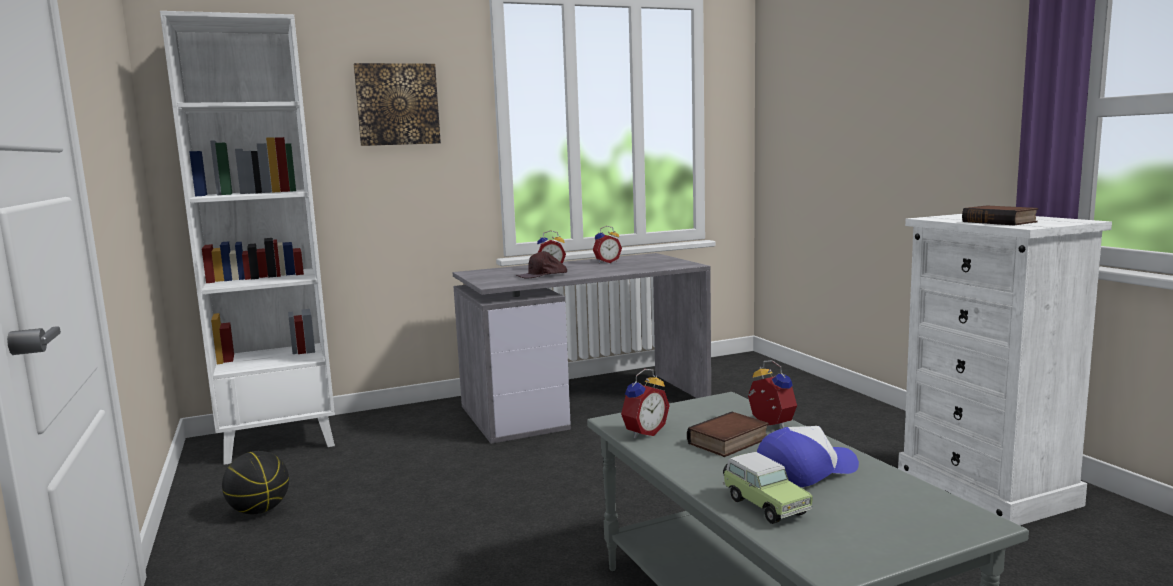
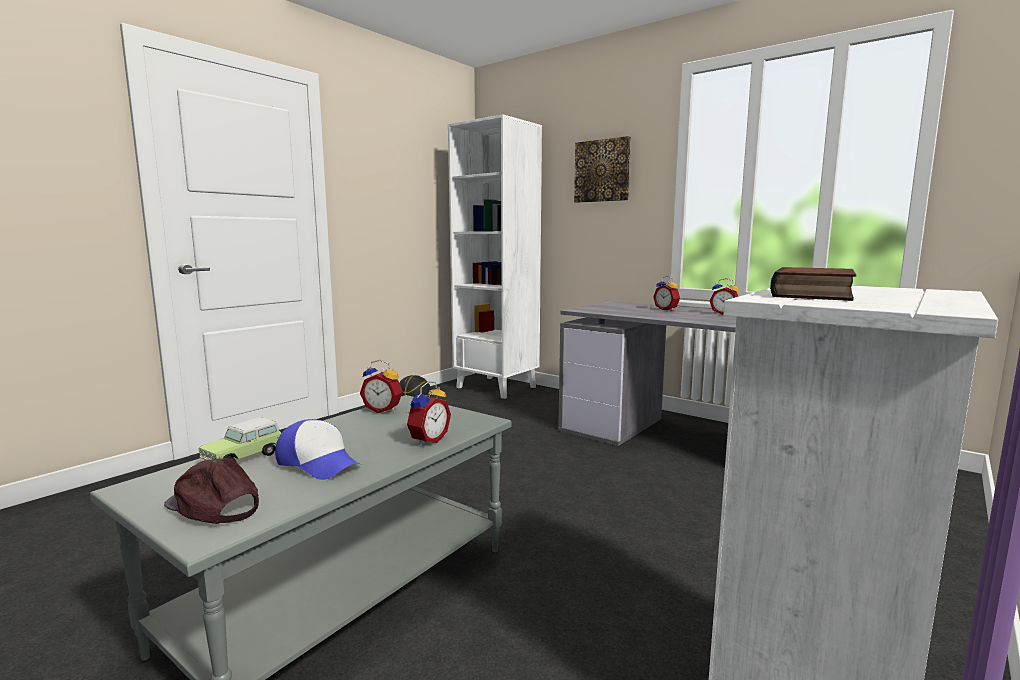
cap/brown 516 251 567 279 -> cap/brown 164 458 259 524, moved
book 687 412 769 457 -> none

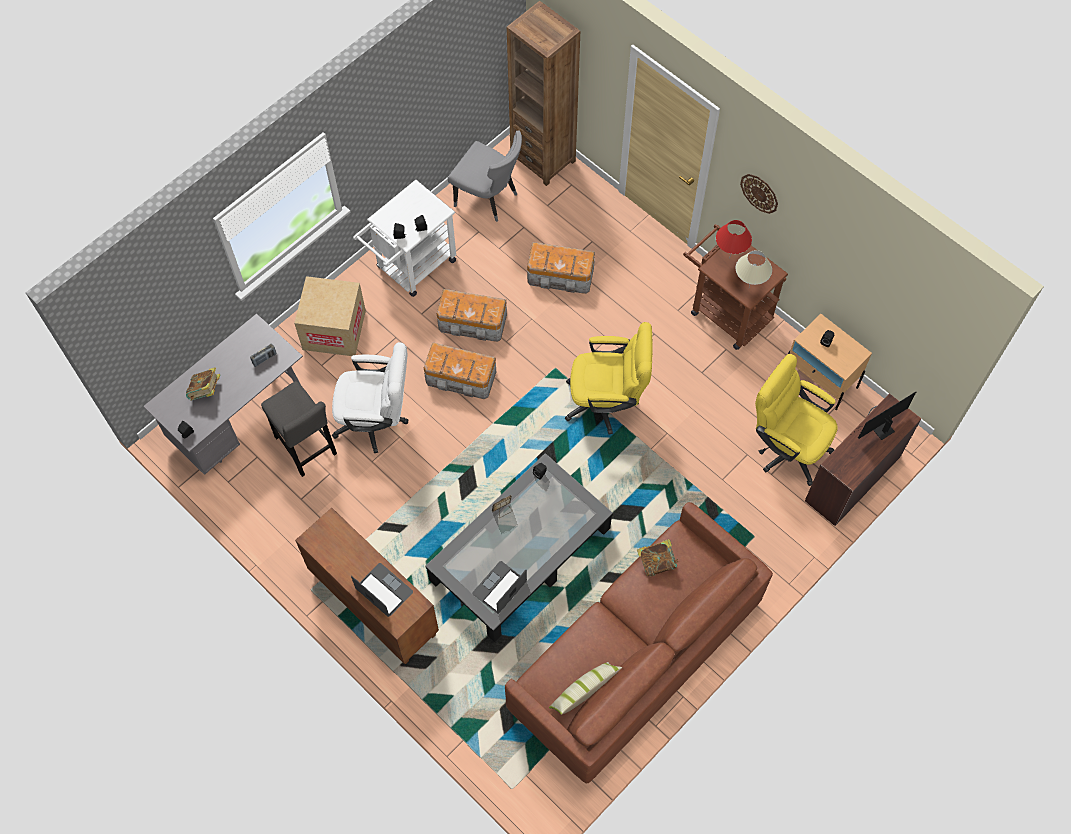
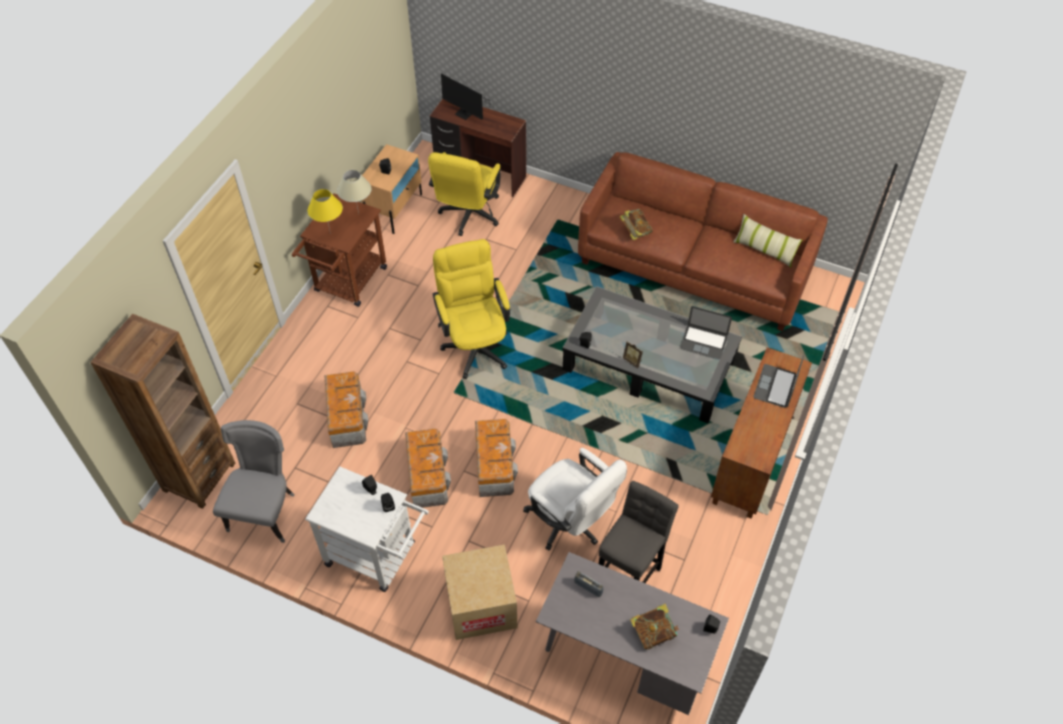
table lamp/red 716 220 752 259 -> table lamp/yellow 308 189 343 234
office chair/white 332 342 408 453 -> office chair/white 523 448 627 551, 150 degrees clockwise
wall clock 740 174 778 214 -> none

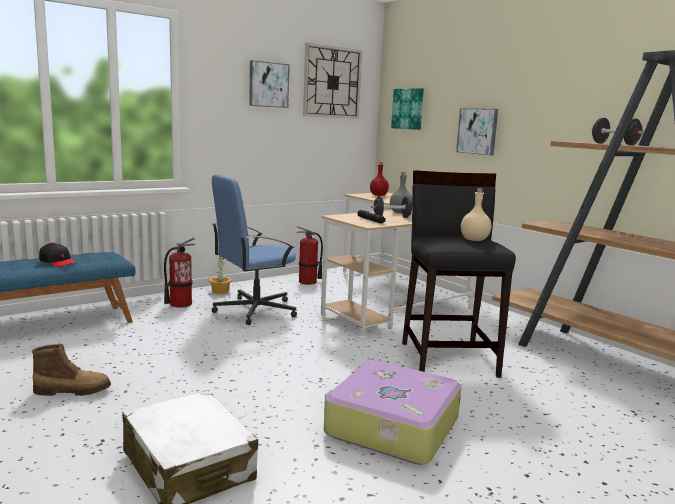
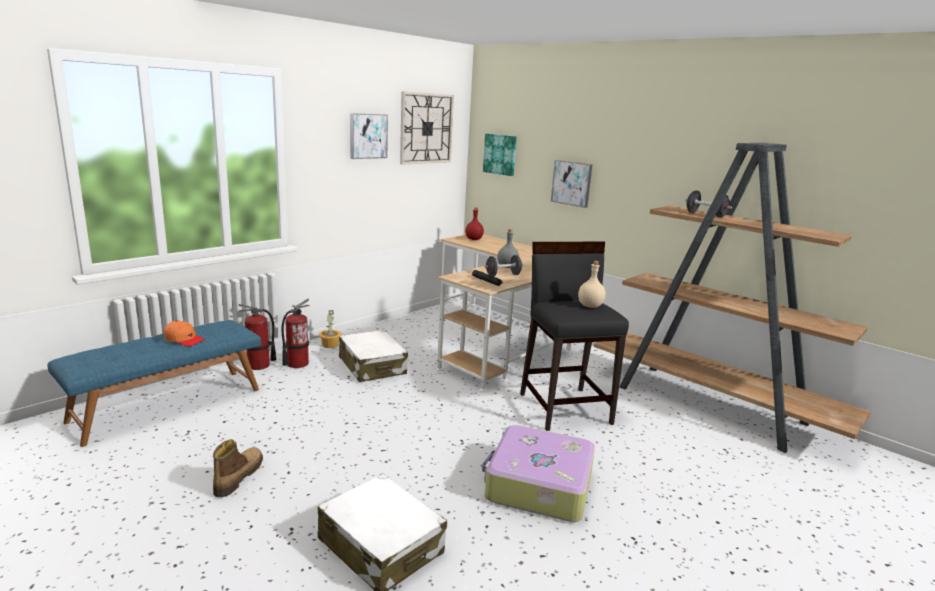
cap/black 39 242 77 267 -> cap/orange 164 320 204 346
boot 32 344 111 396 -> boot 213 439 263 497, 60 degrees counterclockwise
fire extinguisher 296 226 323 285 -> fire extinguisher 238 304 276 370, moved
office chair/blue 212 174 297 325 -> suitcase/white 339 330 408 382

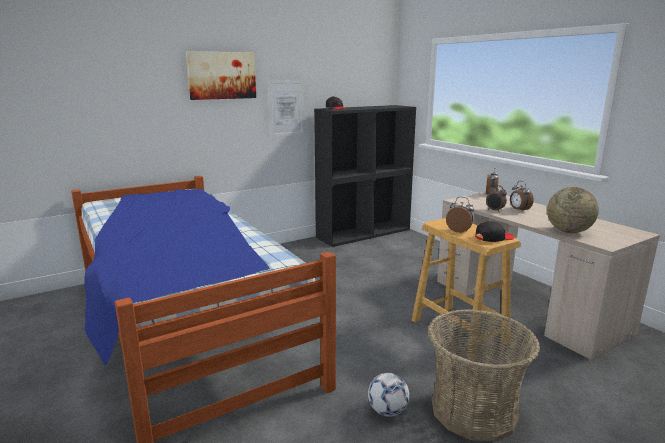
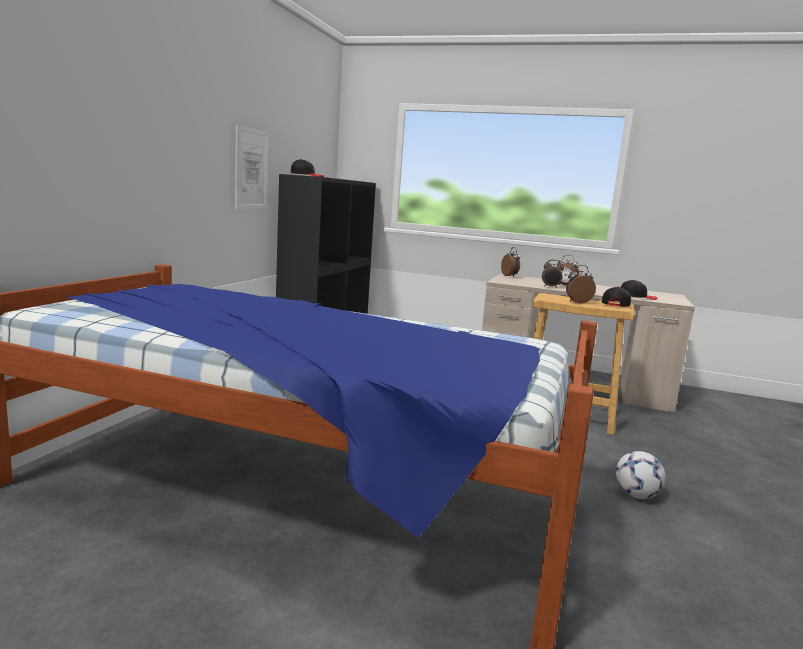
globe 547 187 599 233 -> cap/black 621 280 658 300
picture 186 51 256 100 -> none
basket 428 309 540 442 -> none

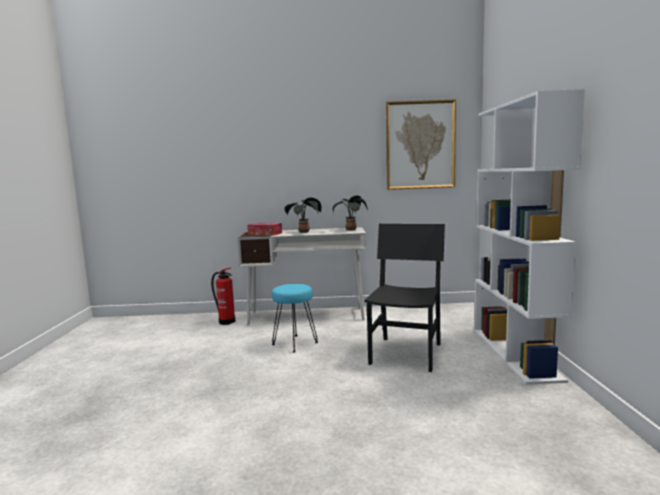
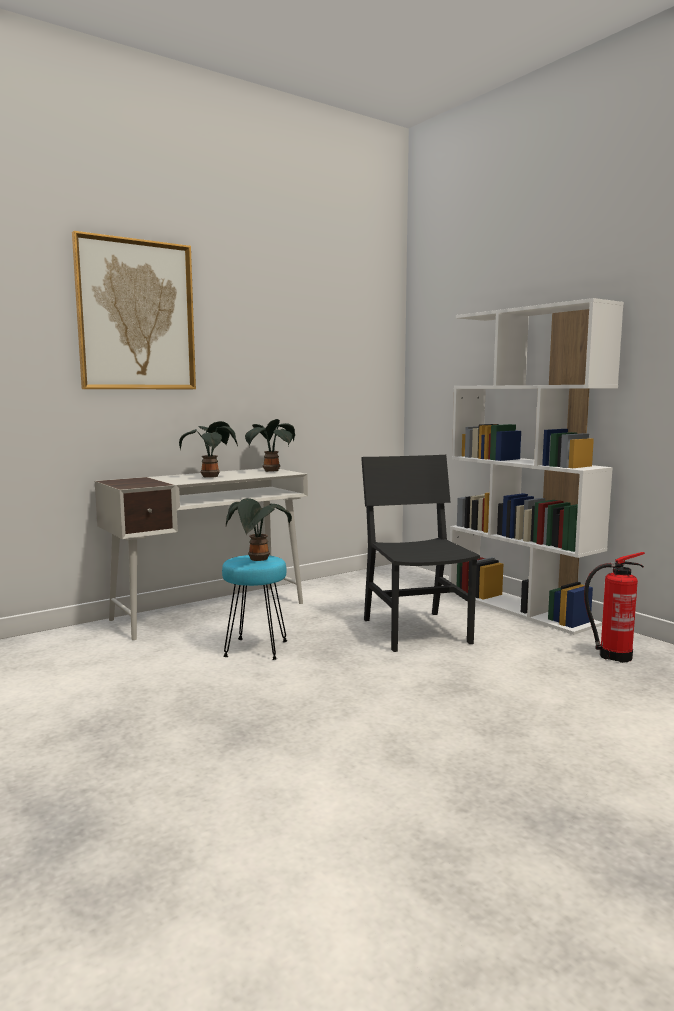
picture 386 99 456 190 -> picture 72 231 196 389, moved
none -> potted plant 226 498 292 561
fire extinguisher 211 267 235 325 -> fire extinguisher 584 552 645 663, moved
tissue box 247 223 282 235 -> none

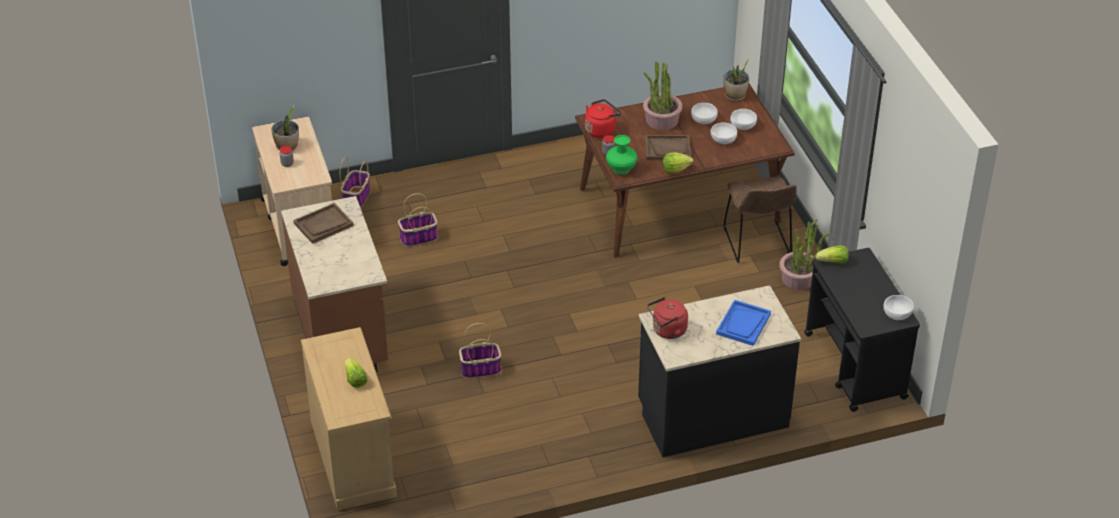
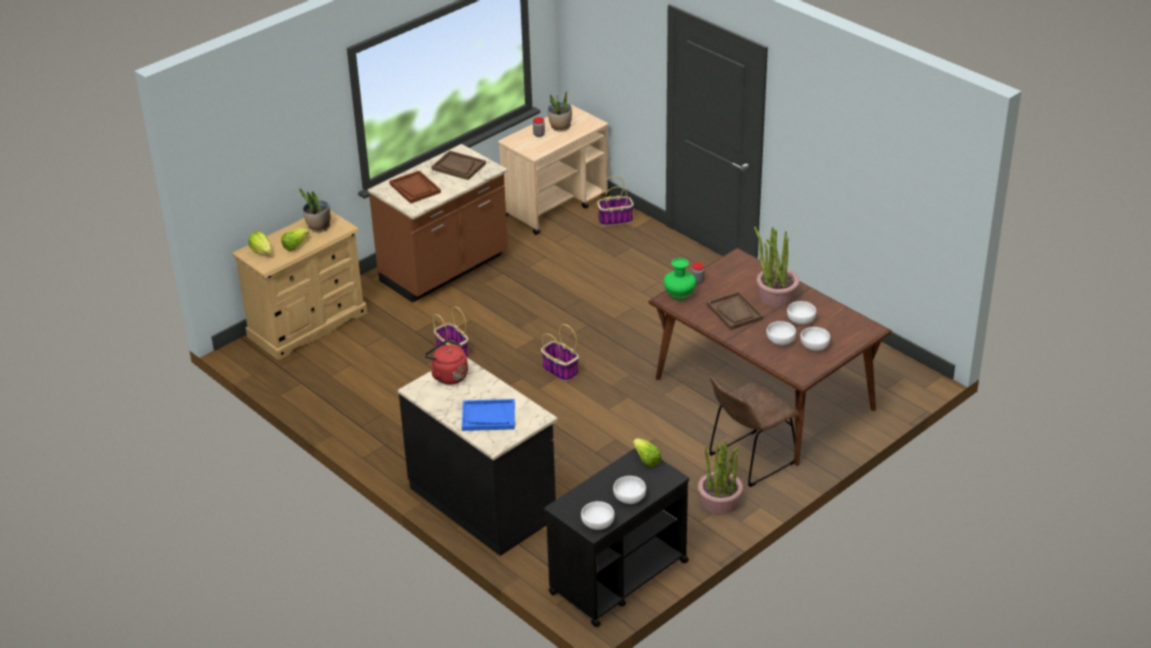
lettuce 663 152 693 173 -> lettuce 248 231 271 255, moved
potted plant 723 59 750 101 -> potted plant 299 189 330 232, moved
none -> tray/brown 389 170 441 204
basket 398 193 437 247 -> basket 541 324 579 381, moved
none -> bowl/white 613 476 646 504
kettle/red 585 99 622 138 -> none

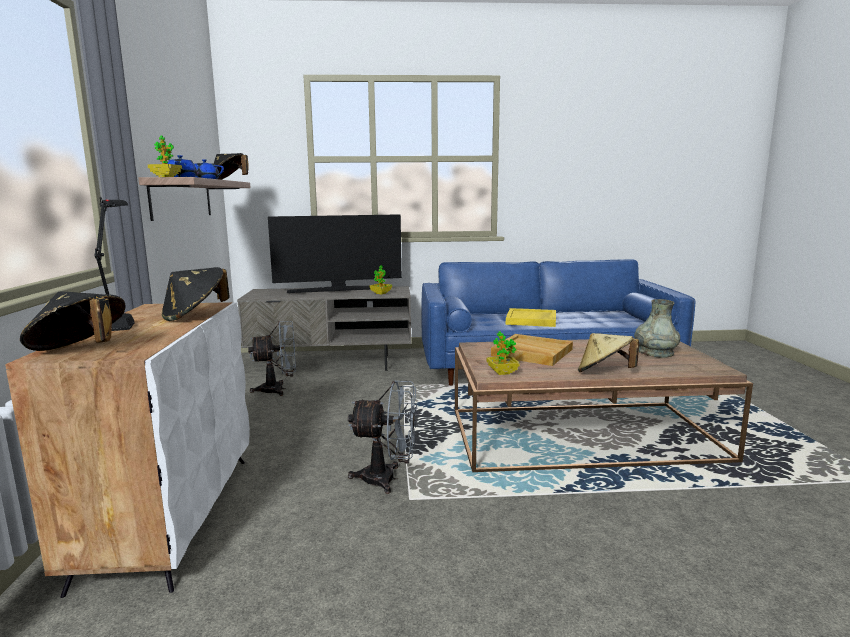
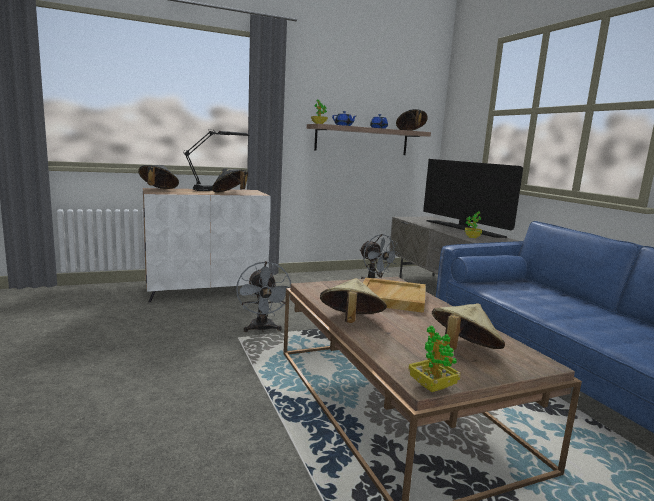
potted plant 487 331 520 375 -> potted plant 408 326 461 392, moved
vase/grey 634 299 680 358 -> hat/beige 432 304 505 350
tray/yellow 506 308 556 327 -> none

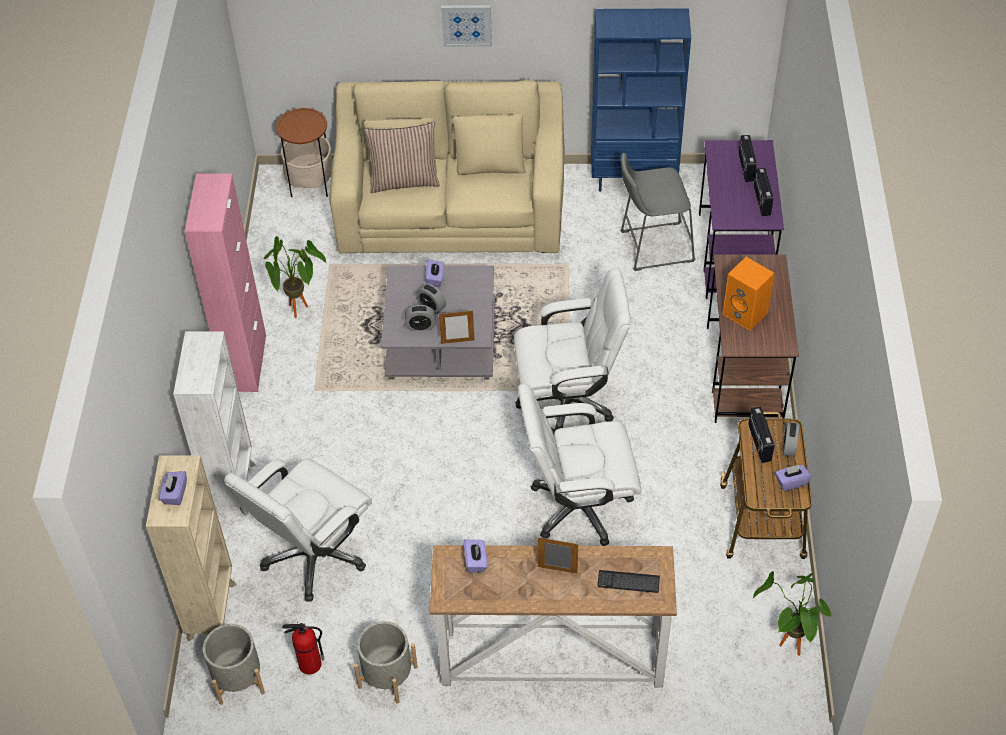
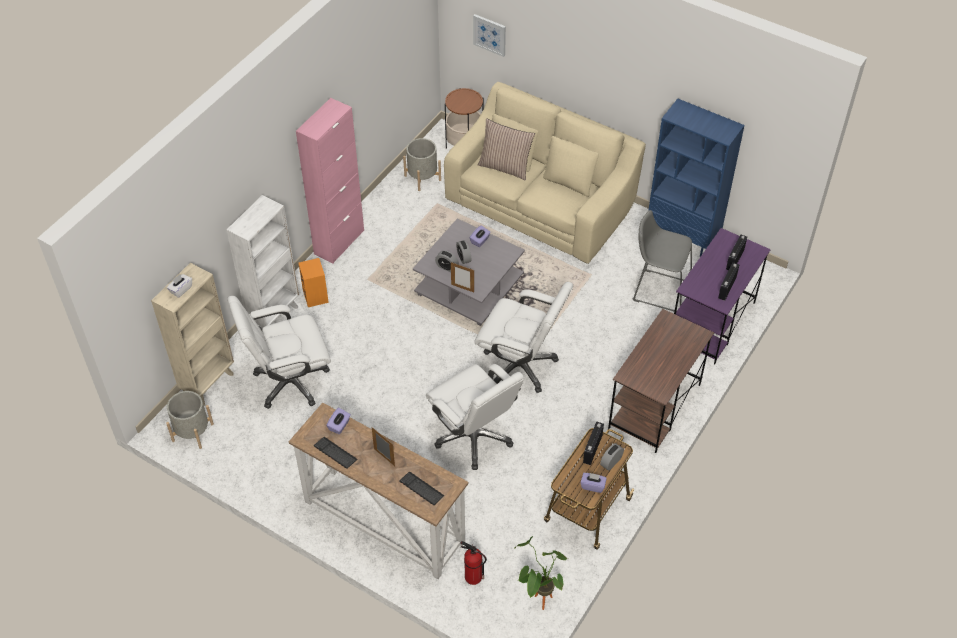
tissue box/purple 159 471 187 505 -> tissue box/white 167 274 192 298
speaker/orange 723 257 774 331 -> speaker/orange 298 258 329 307, moved
none -> keyboard 314 437 358 469
planter/grey 354 621 418 704 -> planter/grey 403 138 441 191, moved
office chair/white 518 384 641 546 -> office chair/white 426 364 524 470, 150 degrees counterclockwise
fire extinguisher 282 622 325 674 -> fire extinguisher 460 541 487 585, moved
picture 441 5 492 47 -> picture 473 14 506 57, moved
potted plant 264 236 326 318 -> none

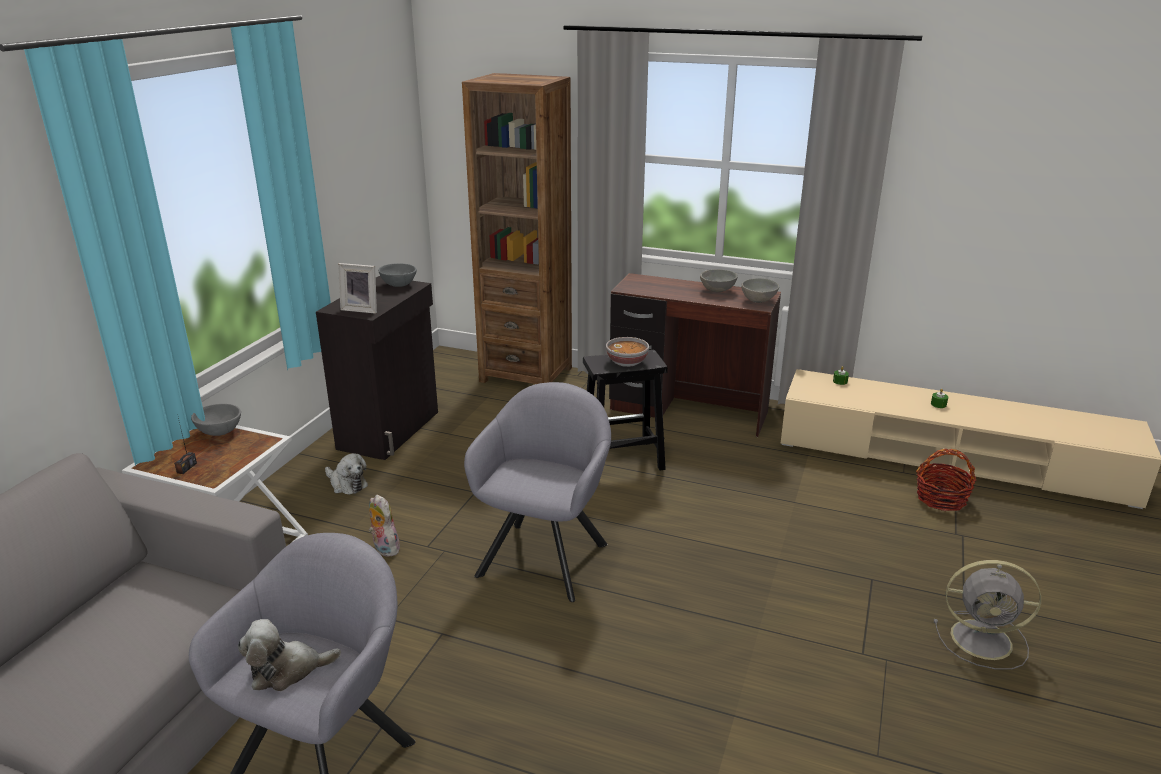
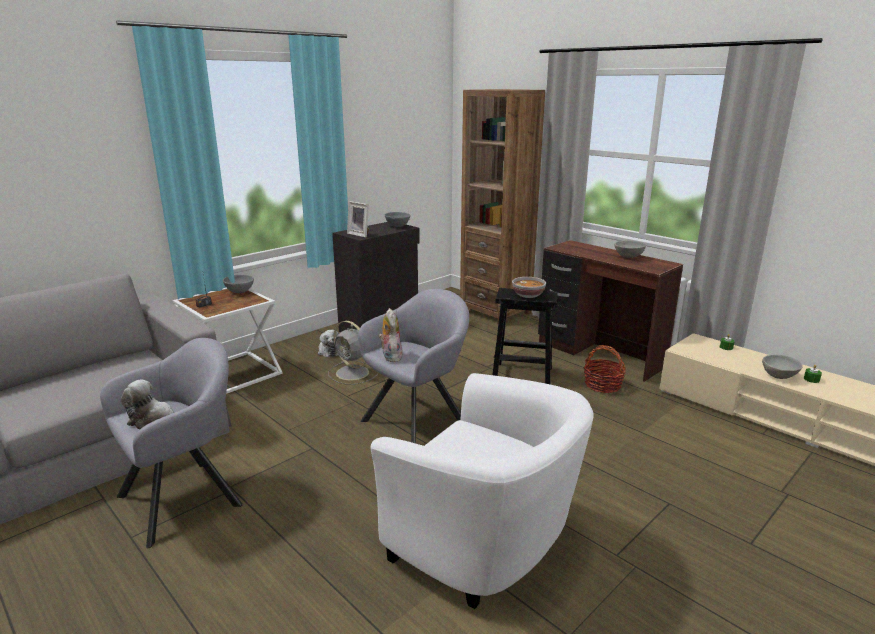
fan/grey 934 560 1041 670 -> fan/grey 328 321 379 385, moved
none -> armchair/white 370 373 593 609
plush toy 369 495 400 557 -> plush toy 379 308 402 362, moved
basket 916 449 976 511 -> basket 584 345 626 393, moved
bowl/grey 741 278 779 303 -> bowl/grey 762 355 803 379, moved

